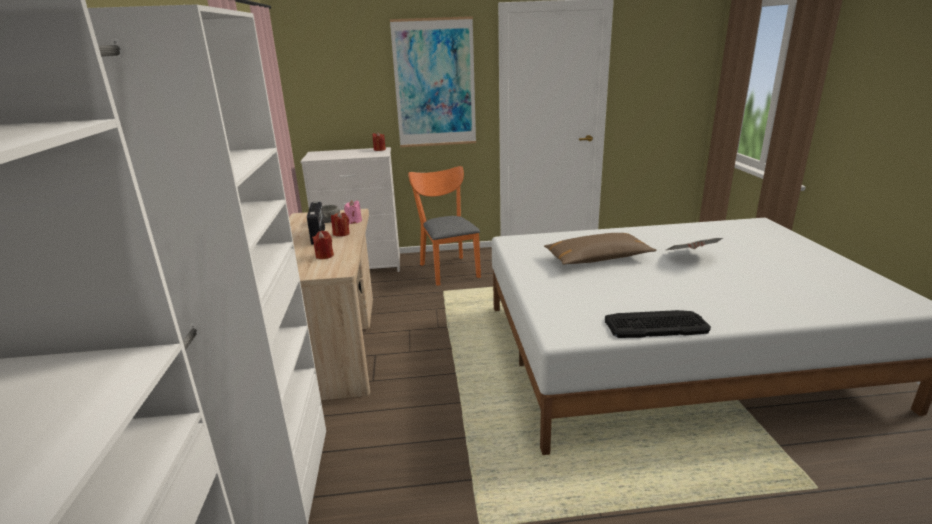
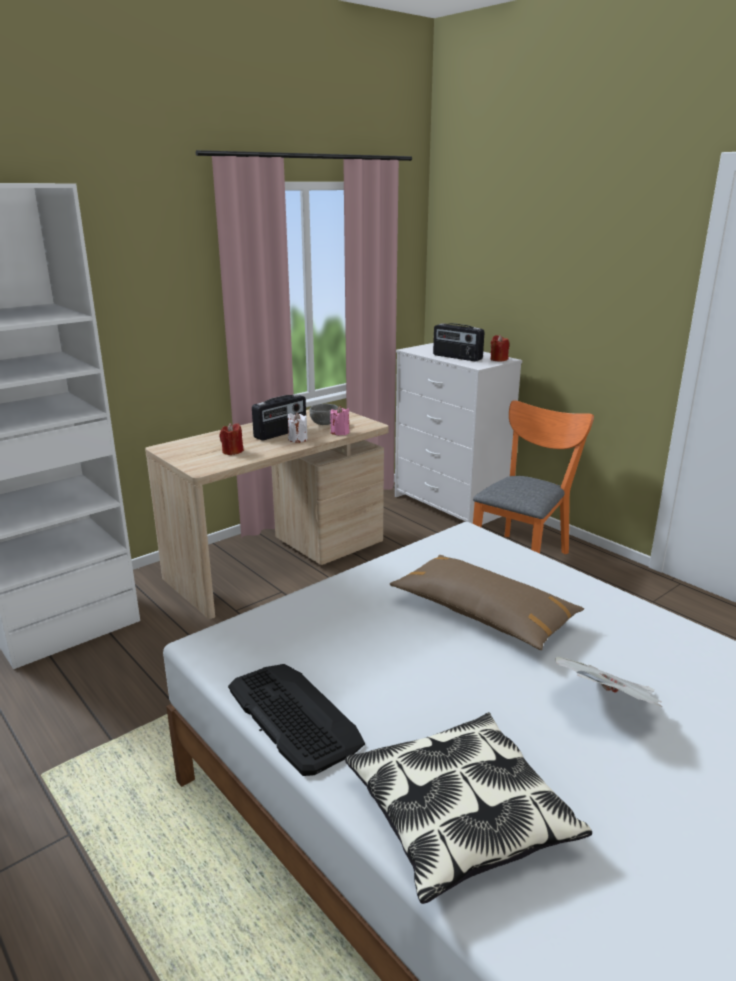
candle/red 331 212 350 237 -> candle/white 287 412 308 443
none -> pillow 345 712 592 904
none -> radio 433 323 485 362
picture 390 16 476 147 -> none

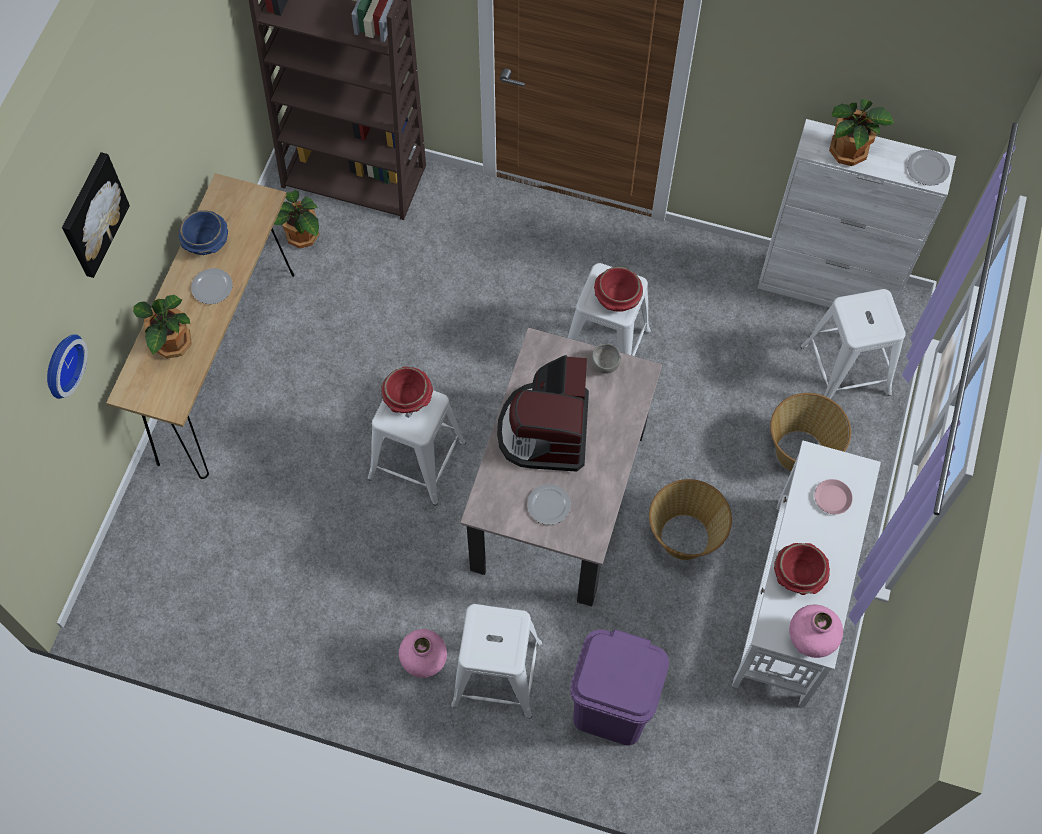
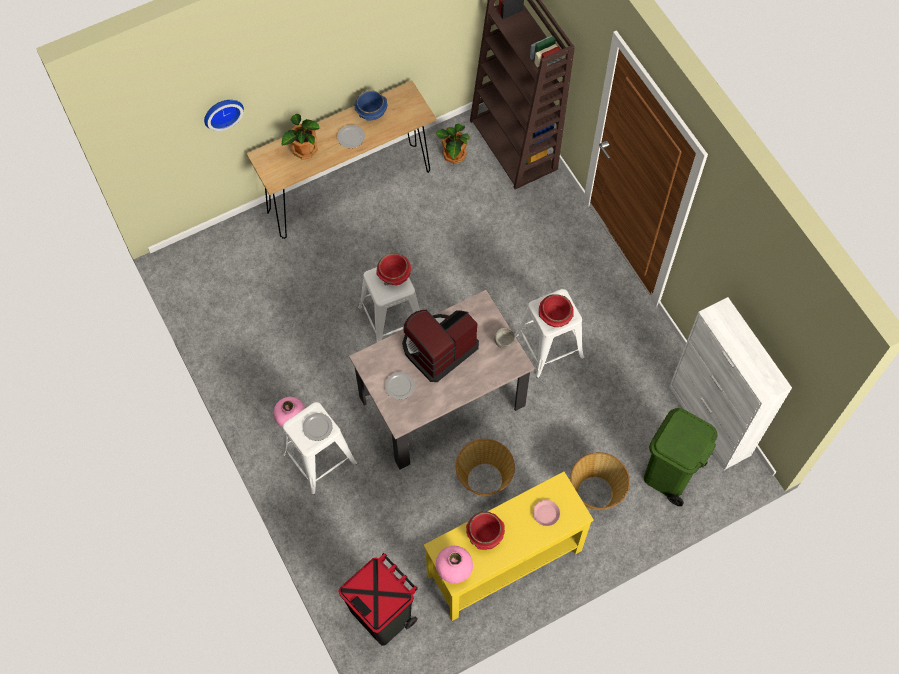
plate 907 150 950 186 -> plate 302 413 333 441, moved
none -> trash can/black 338 553 418 646
console table/white 732 441 881 708 -> console table/yellow 424 472 594 621
stool/white 800 289 906 399 -> trash can/green 644 408 718 506
picture 62 152 130 278 -> none
trash can/purple 570 629 669 746 -> none
potted plant 829 99 894 166 -> none

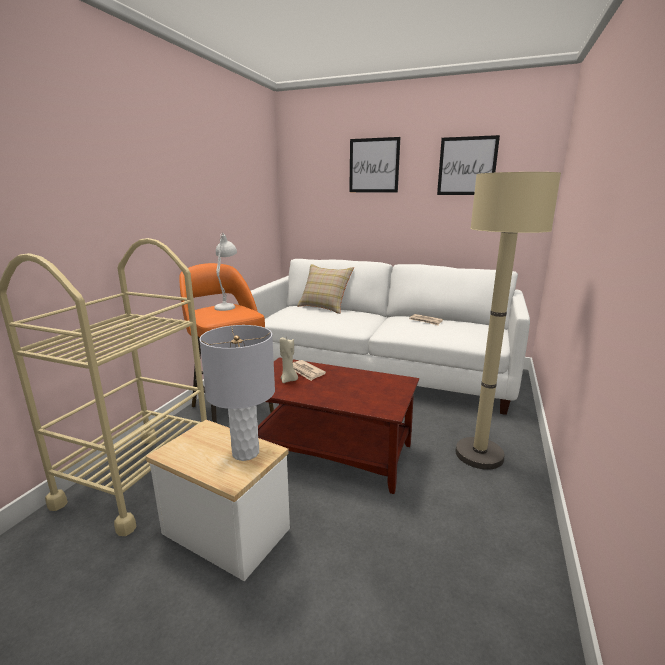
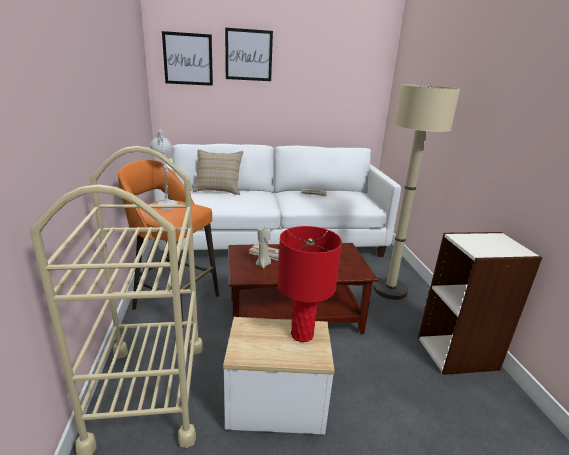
picture 437 135 500 195 -> picture 162 31 213 86, moved
table lamp/grey 199 325 275 461 -> table lamp/red 277 226 342 342
none -> bookcase 418 232 542 375

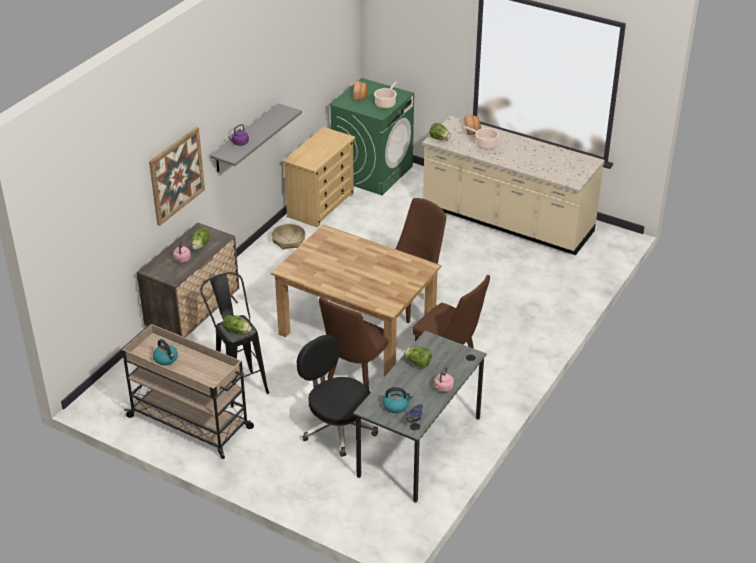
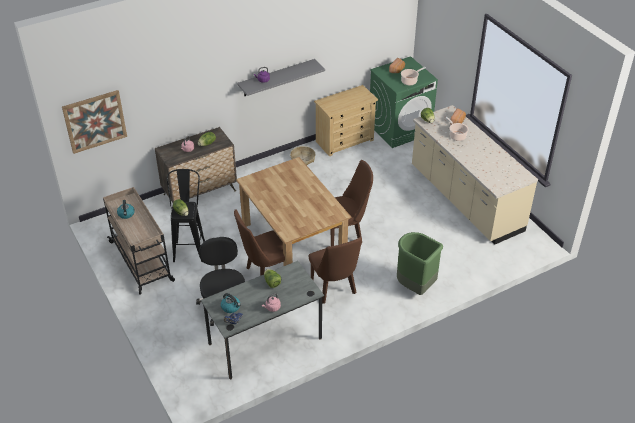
picture 149 127 205 226 -> picture 62 90 127 154, moved
none -> trash can/green 397 232 443 295

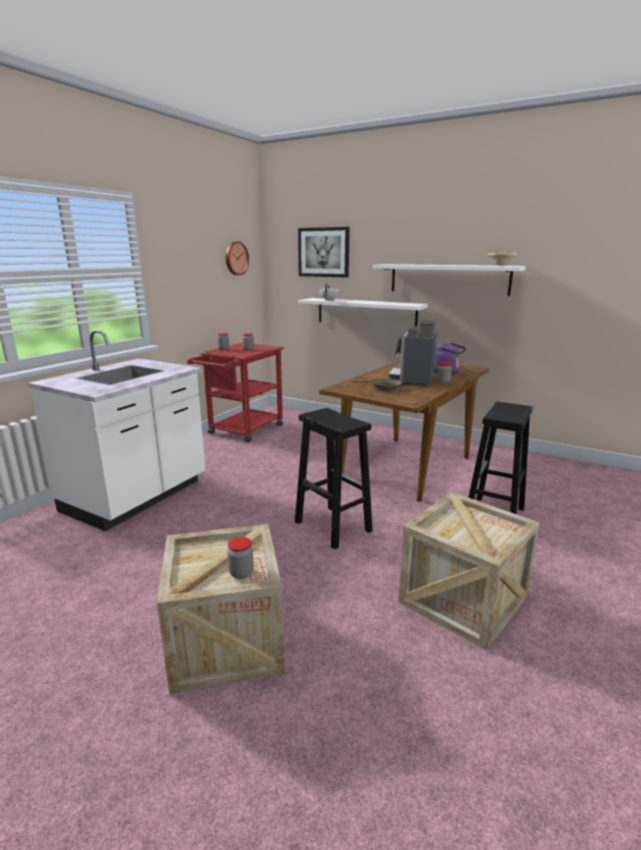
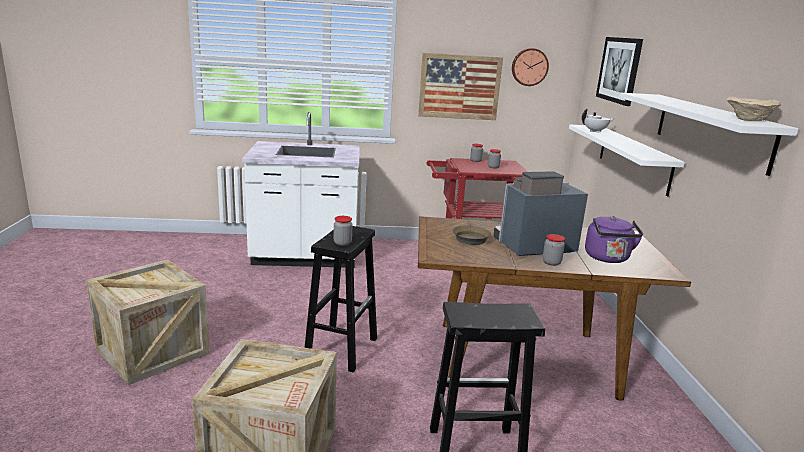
jar 227 537 254 579 -> jar 333 216 353 246, moved
none -> picture 418 53 503 120

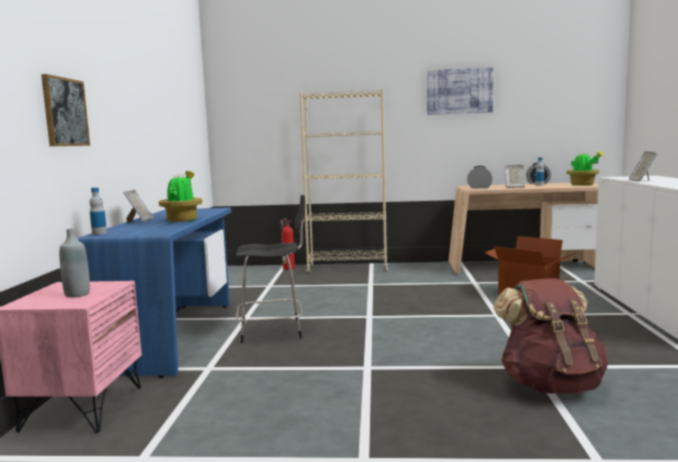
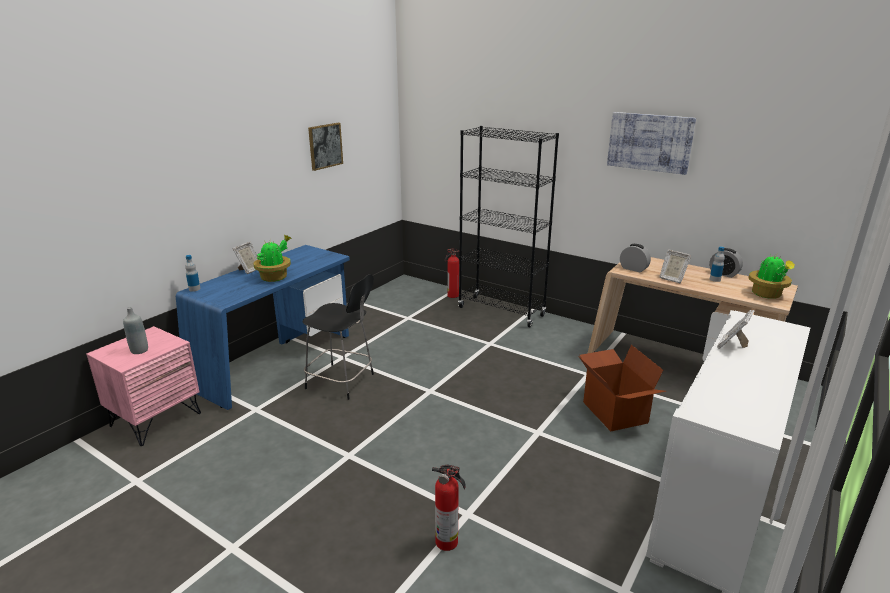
picture 41 74 90 146 -> picture 308 122 343 171, moved
backpack/brown 494 278 608 394 -> fire extinguisher 432 464 466 551
bookcase/beige 299 89 388 273 -> bookcase/black 458 126 559 327

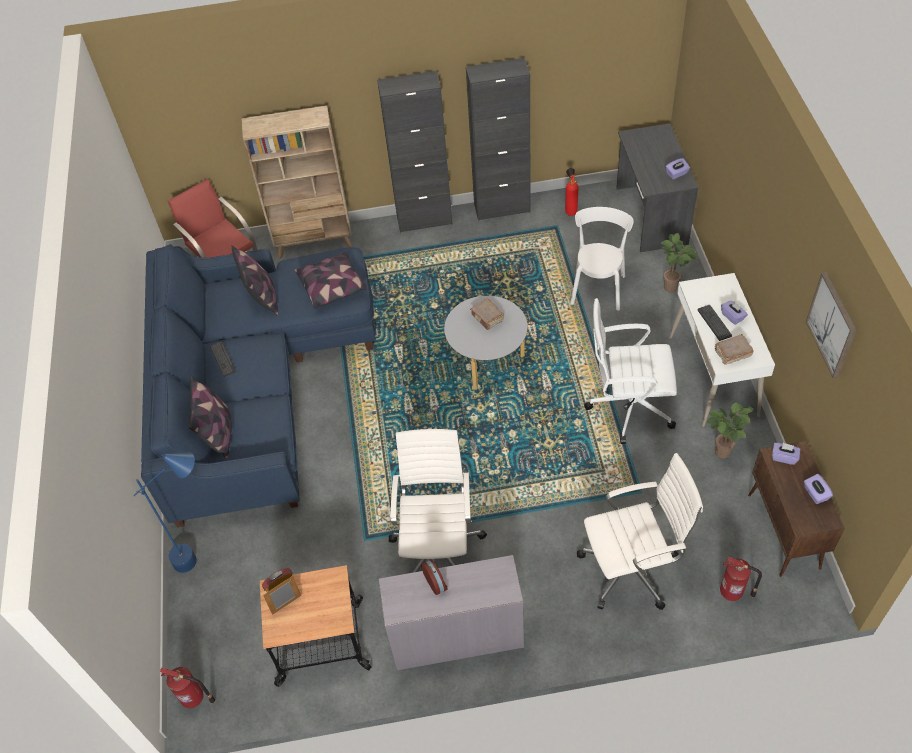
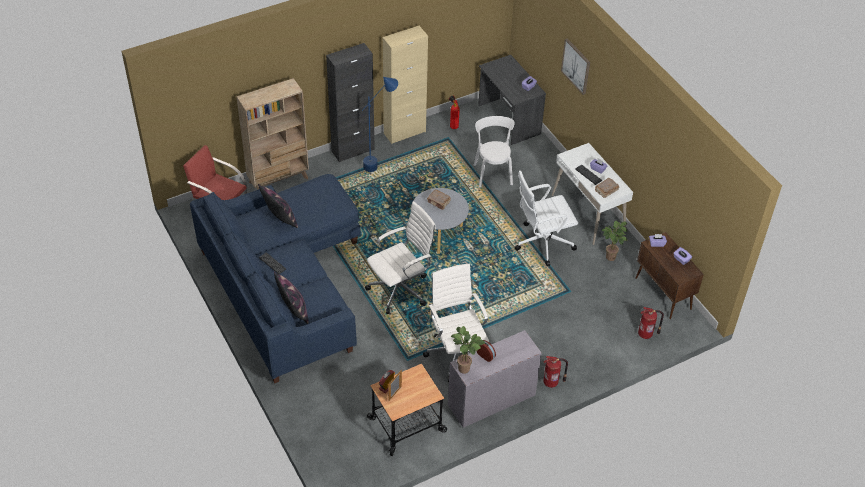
floor lamp/blue 134 453 197 573 -> floor lamp/blue 362 77 398 172, moved
office chair/white 577 453 703 610 -> office chair/white 365 201 436 314, moved
cabinet/black 466 58 531 221 -> cabinet/beige 383 26 428 144
potted plant 661 233 698 292 -> potted plant 451 326 485 374, moved
fire extinguisher 160 667 216 708 -> fire extinguisher 543 356 568 388, moved
picture 806 272 857 378 -> picture 561 38 590 95, moved
pillow 294 251 368 309 -> none

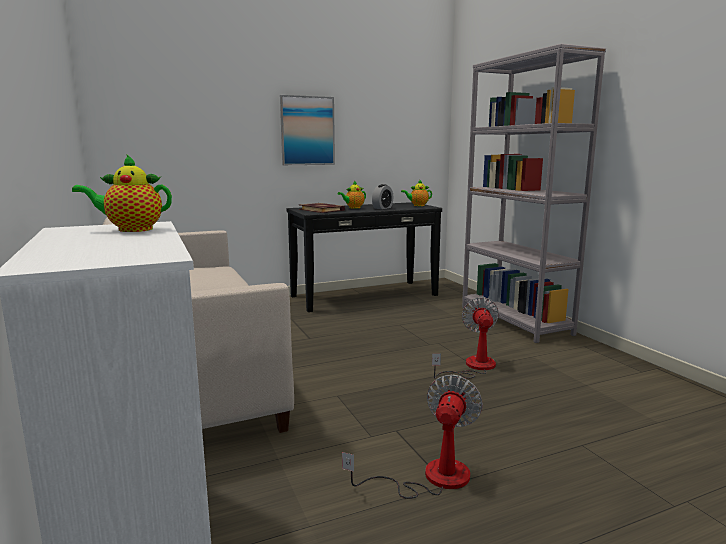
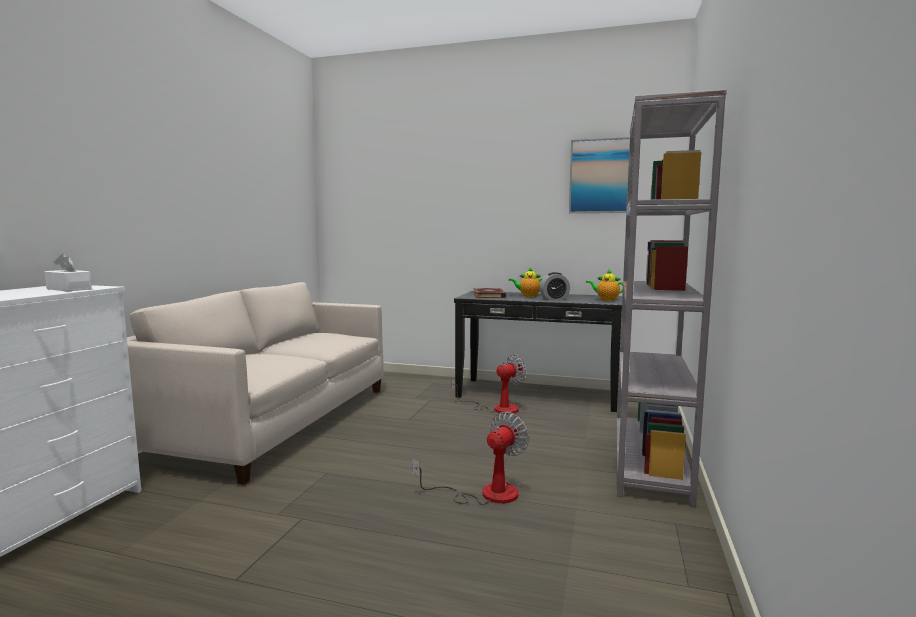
teapot 72 154 172 232 -> tissue box/white 45 254 92 291
fan 342 375 483 499 -> fan 452 354 526 414, moved
picture 280 95 335 165 -> picture 569 137 630 213, moved

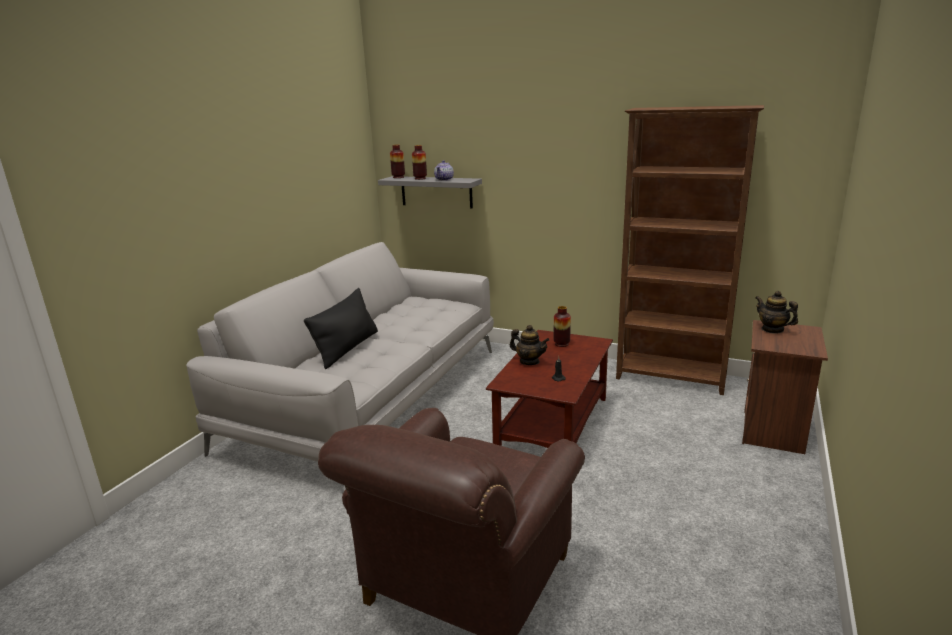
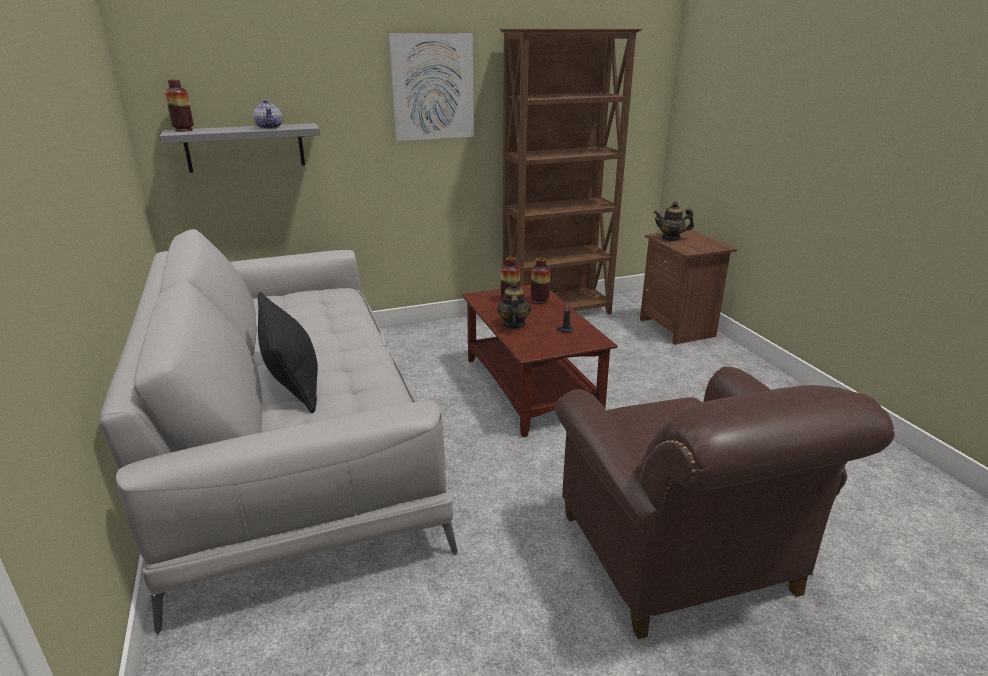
none -> picture 389 33 474 141
teapot 510 325 550 365 -> teapot 497 281 532 329, 75 degrees counterclockwise
vase 412 145 427 180 -> vase 531 258 550 304, moved

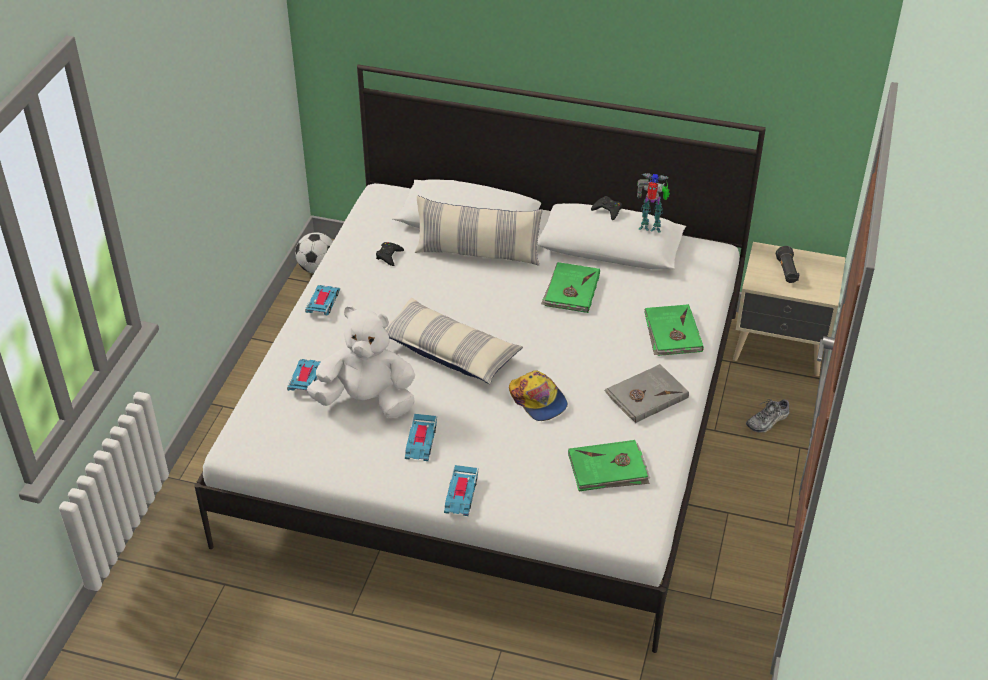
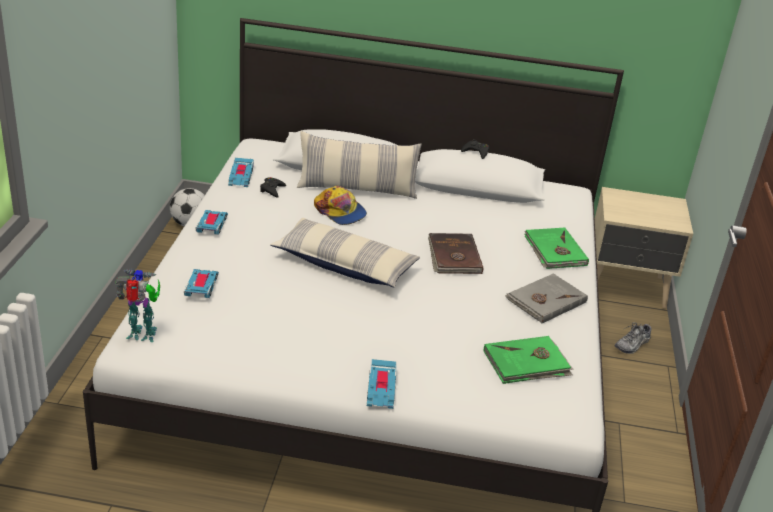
toy robot 637 173 670 233 -> toy robot 115 269 160 342, moved
toy car 405 414 437 461 -> toy car 228 158 254 187, moved
cap 509 370 568 421 -> cap 314 186 367 225, moved
none -> book/brown 428 233 483 274
plush toy/white 307 306 415 418 -> none
book/green 541 262 600 313 -> none
flashlight/black 776 246 800 283 -> none

